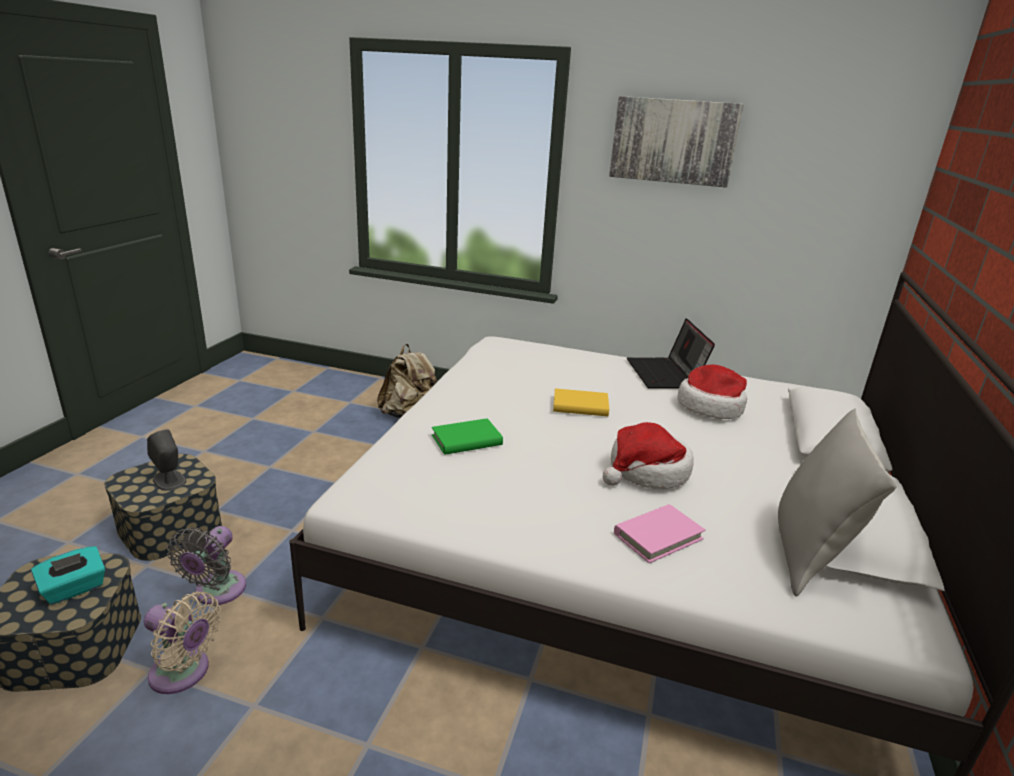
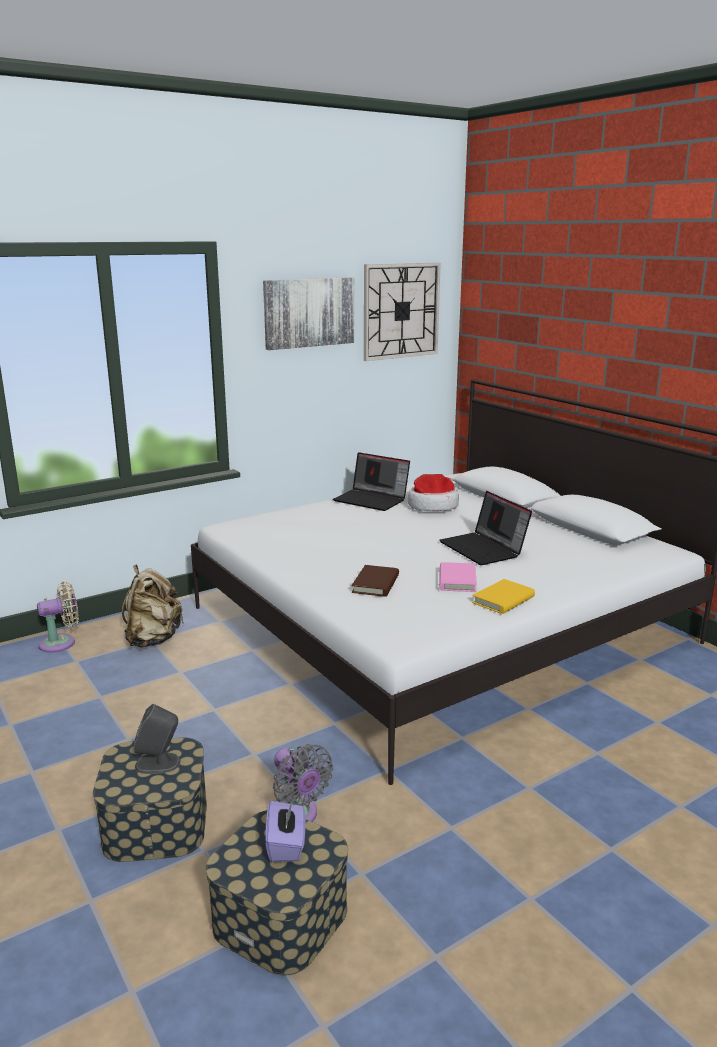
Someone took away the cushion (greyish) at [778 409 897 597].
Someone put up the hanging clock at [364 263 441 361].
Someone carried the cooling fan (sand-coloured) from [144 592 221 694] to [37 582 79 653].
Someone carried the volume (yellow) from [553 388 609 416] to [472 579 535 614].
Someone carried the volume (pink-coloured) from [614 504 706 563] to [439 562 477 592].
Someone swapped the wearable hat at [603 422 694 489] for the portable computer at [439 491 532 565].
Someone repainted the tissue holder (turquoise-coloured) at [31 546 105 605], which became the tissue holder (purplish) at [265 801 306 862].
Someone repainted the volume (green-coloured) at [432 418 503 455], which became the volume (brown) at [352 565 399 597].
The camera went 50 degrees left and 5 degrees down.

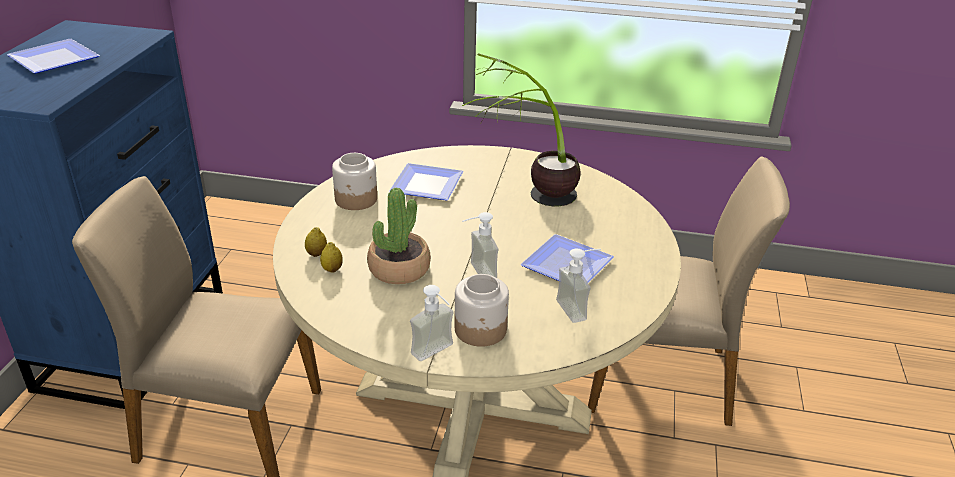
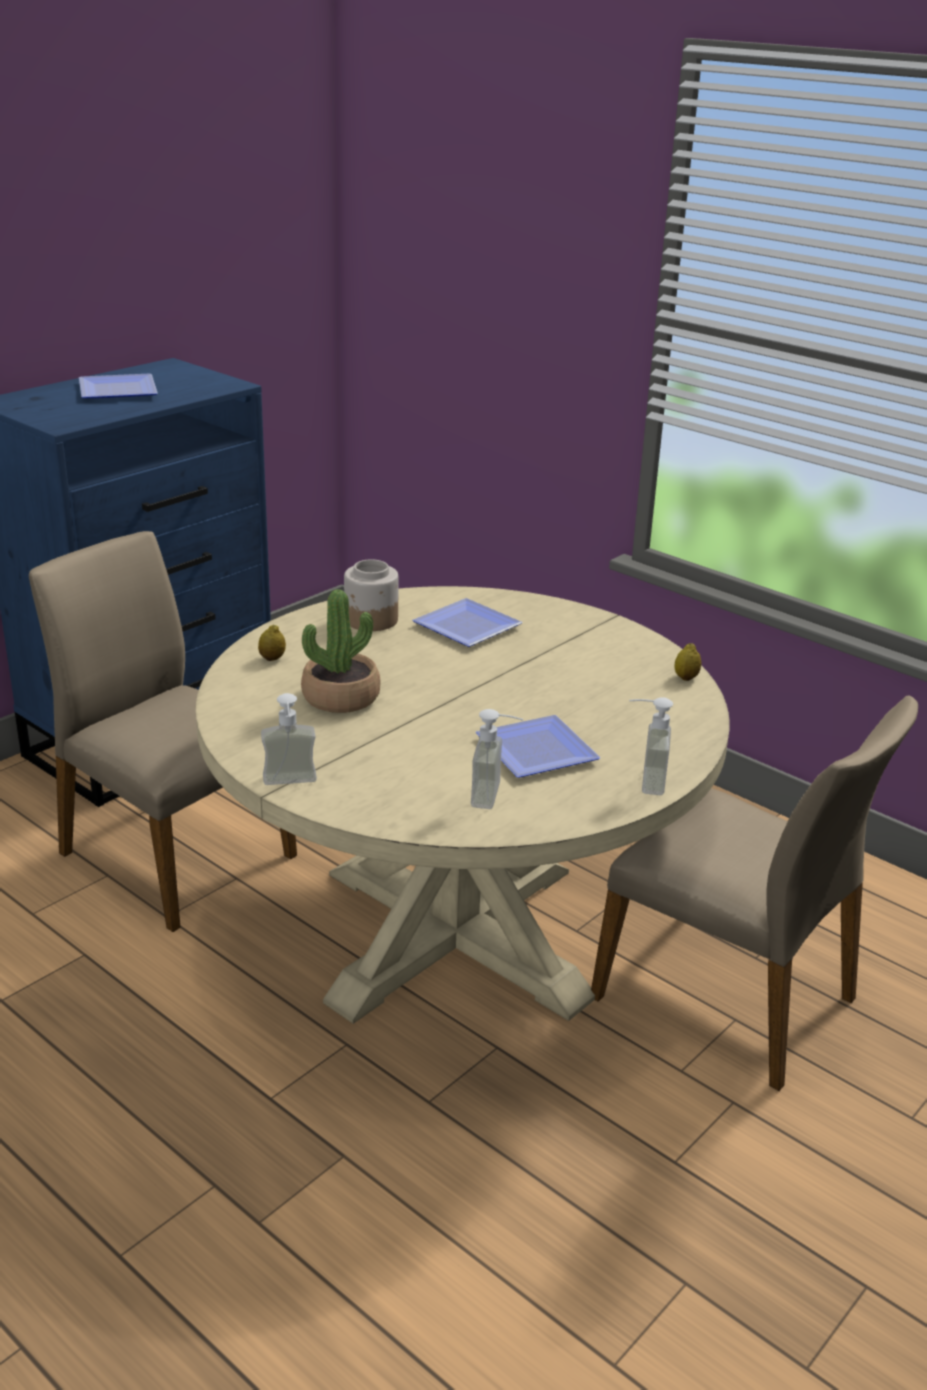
Someone took away the storage jar at [455 274 509 347].
Someone took away the plant in a pot at [462 53 581 206].
Someone carried the citrus fruit from [320 242 343 273] to [675 643 701 681].
Someone carried the soap bottle from [462 212 498 278] to [629 697 673 795].
The camera went 30 degrees right and 5 degrees down.

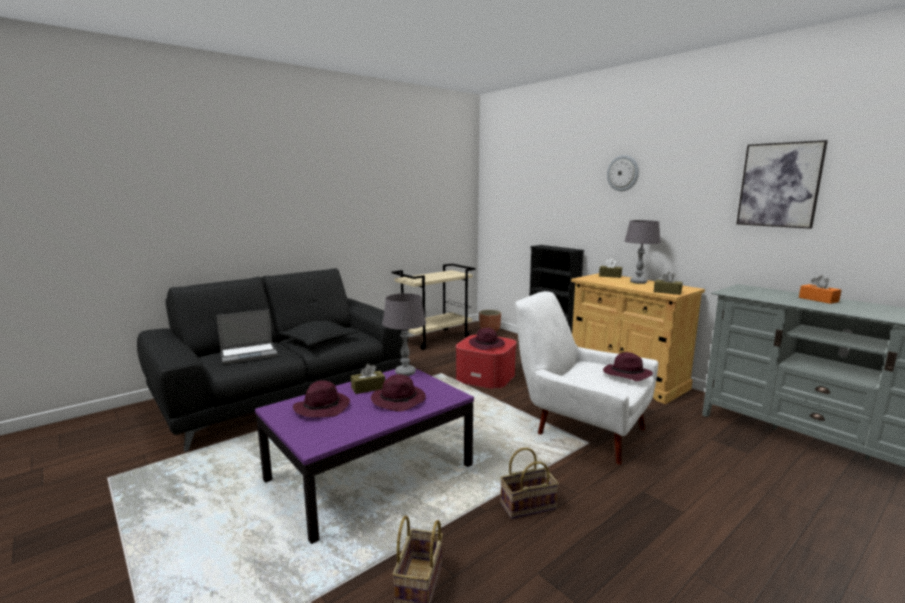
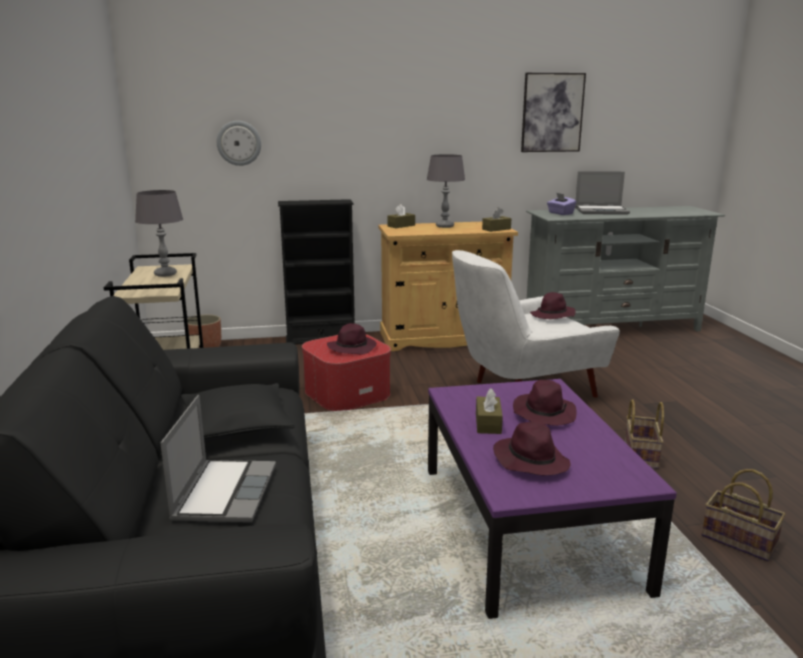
Someone put down the tissue holder (purplish) at [547 193 576 215].
Someone carried the tabletop lamp (greyish) from [382 293 426 376] to [135 190 183 277].
Someone carried the hanging clock from [607 155 639 191] to [217 121 261 166].
Someone swapped the tissue holder (orange) at [799 275 841 304] for the portable computer at [575 171 630 215].
The camera went 60 degrees left and 5 degrees up.

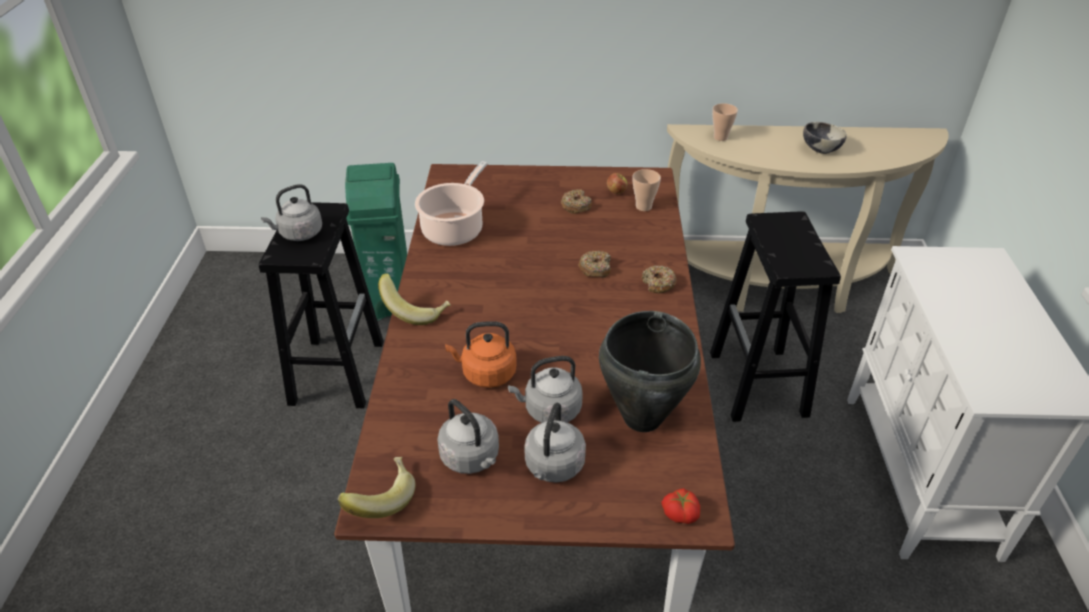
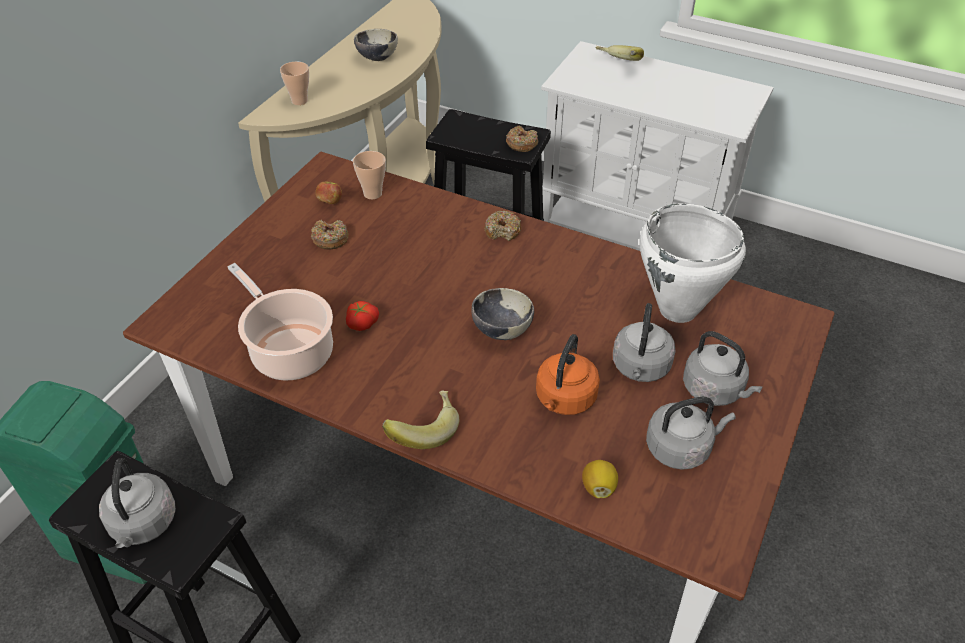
Someone put down the deep dish at [471 288 534 340].
Someone put down the citrus fruit at [582 460 618 498].
Someone carried the banana fruit from [338 457 416 518] to [595 45 644 61].
Someone carried the donut from [578 251 611 278] to [506 126 538 152].
Someone carried the fresh tomato from [661 488 700 524] to [346 301 379 331].
Someone repainted the saucepot (black) at [599 311 701 432], which became the saucepot (white) at [639 204 746 323].
The camera went 65 degrees left and 5 degrees up.

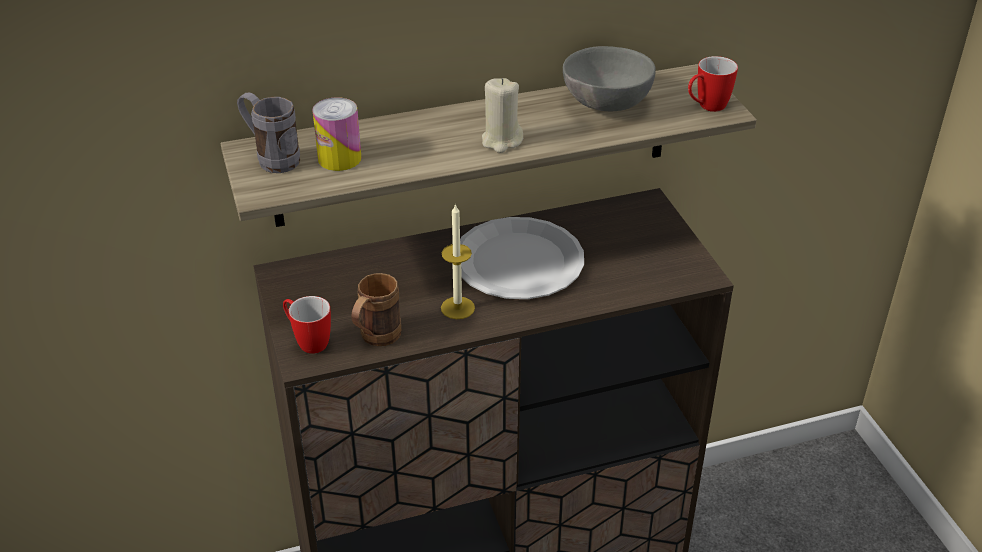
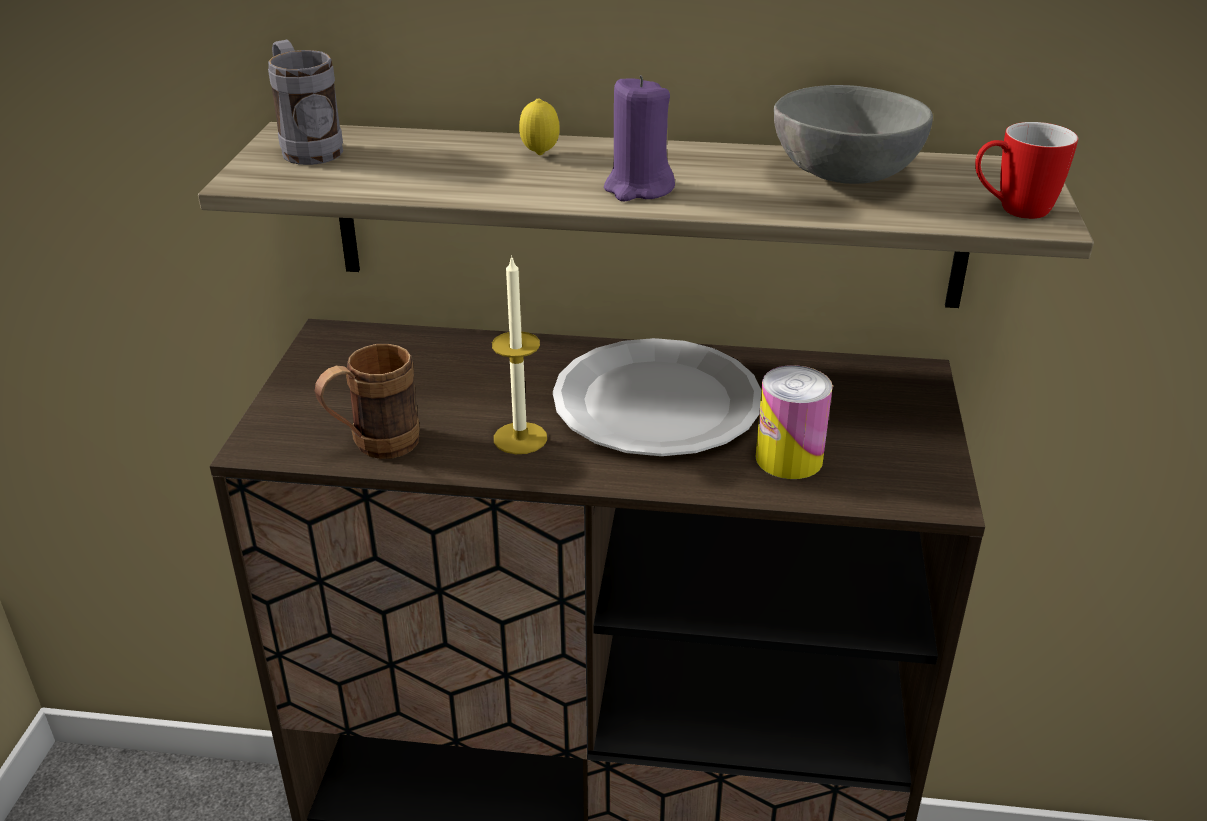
Someone took away the coffee mug at [283 296 331 354].
Someone put down the citrus fruit at [519 99 560 155].
Someone carried the can from [312 97 361 171] to [756 365 833 479].
Someone repainted the candle (sand-coloured) at [482 78 523 153], which became the candle (purplish) at [604 75 675 202].
The camera went 25 degrees right and 5 degrees down.

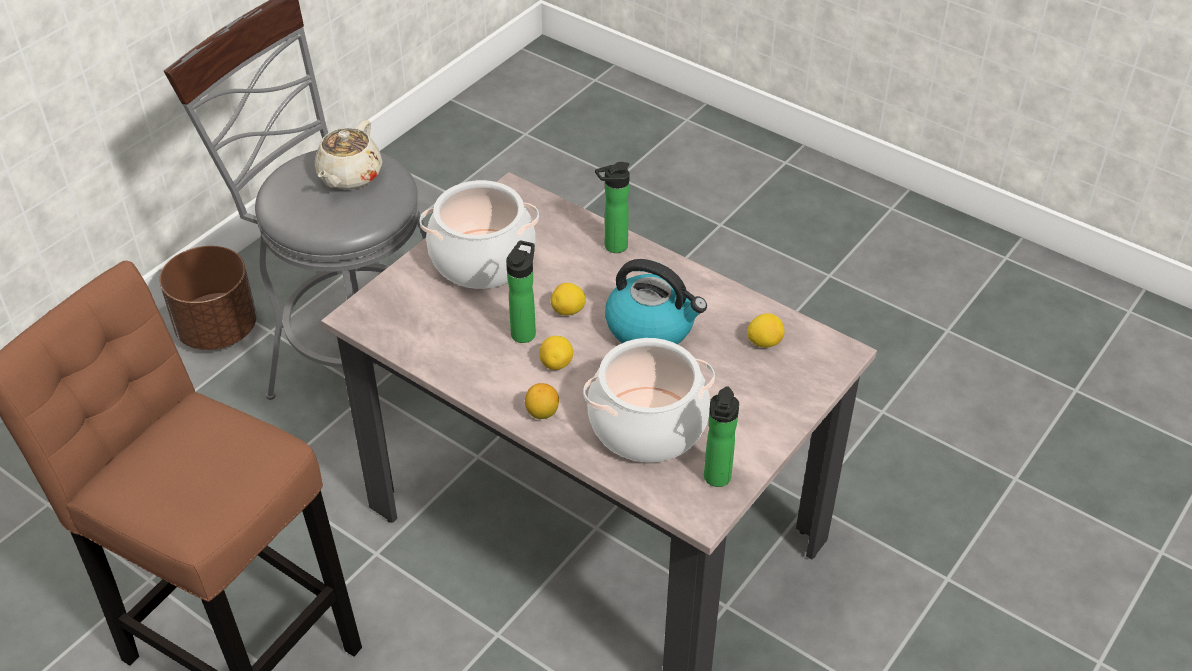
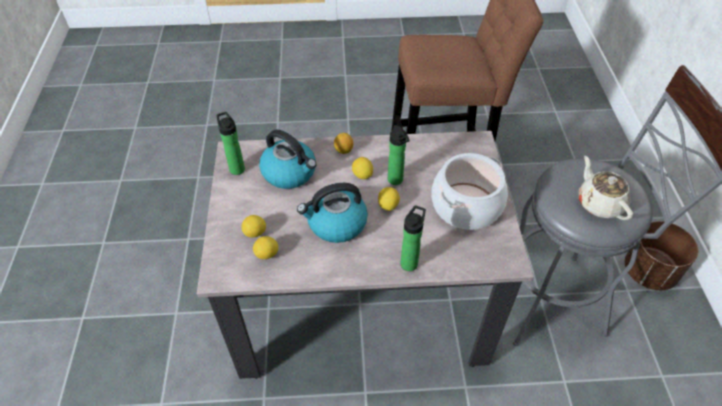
Someone put down the citrus fruit at [241 215 266 238].
Someone swapped the saucepot at [583 338 715 463] for the water kettle at [259 130 317 189].
The camera went 140 degrees right and 5 degrees up.

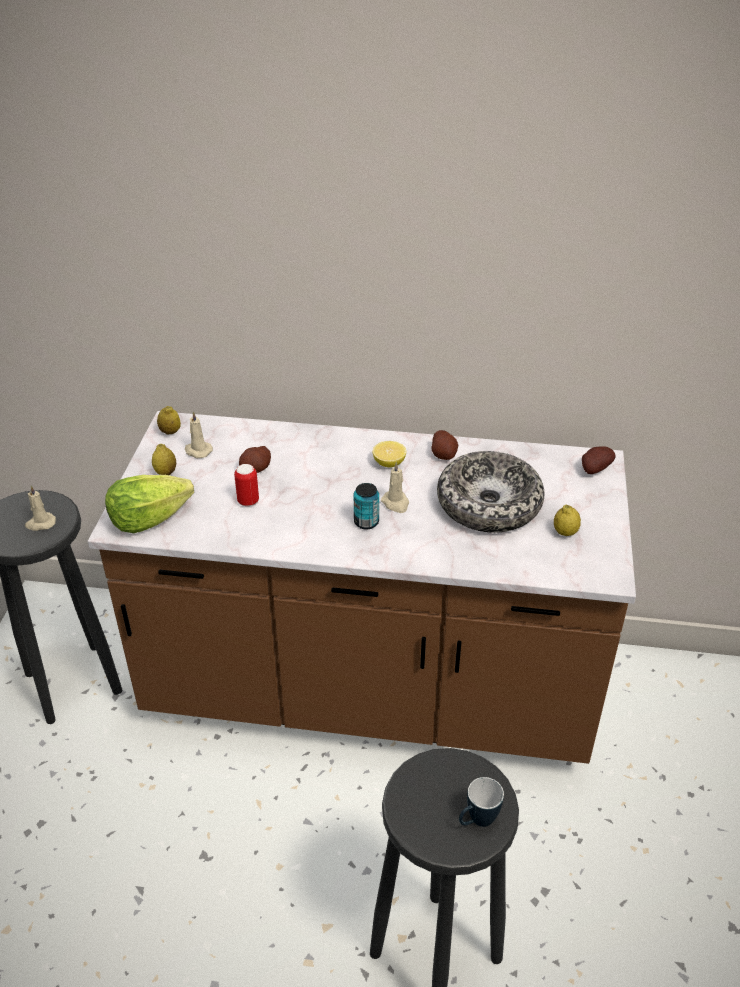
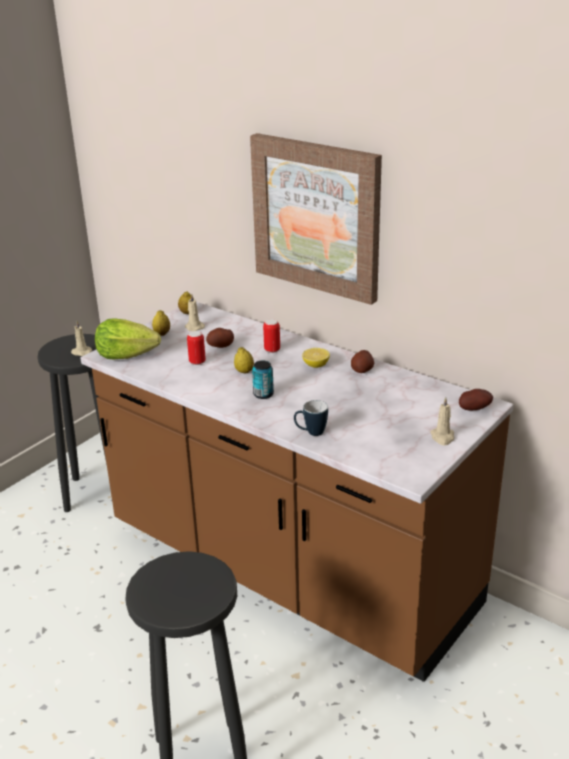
Someone took away the deep dish at [437 451 544 533].
Someone put up the wall art at [250 133 382 305].
Someone put down the can at [263 319 280 353].
Someone carried the candle (sand-coloured) from [381 462 409 513] to [430 397 454 445].
Someone carried the coffee mug from [459 777 504 827] to [294 400 328 436].
Someone carried the citrus fruit from [554 505 581 536] to [234 347 254 373].
The camera went 30 degrees right and 10 degrees down.

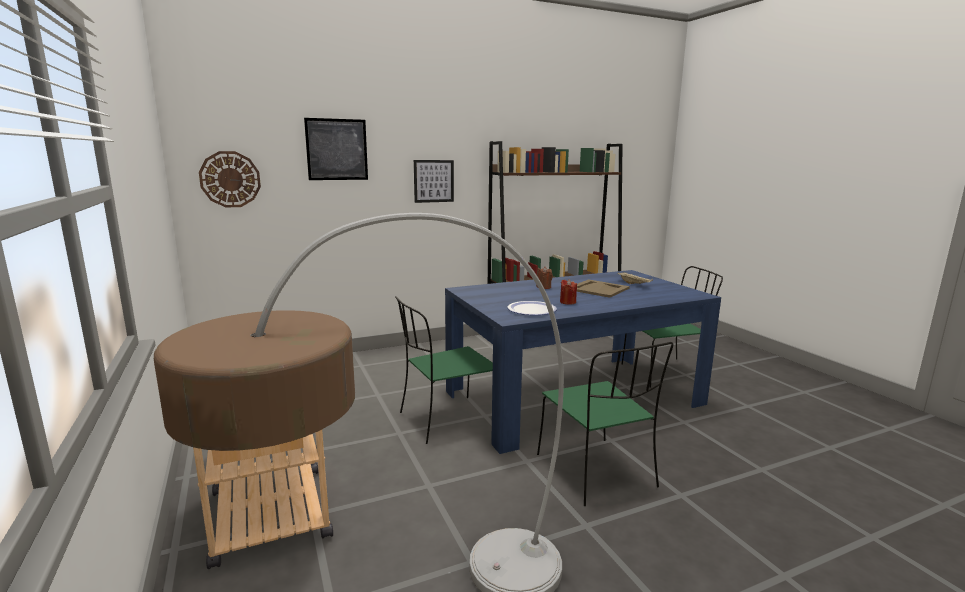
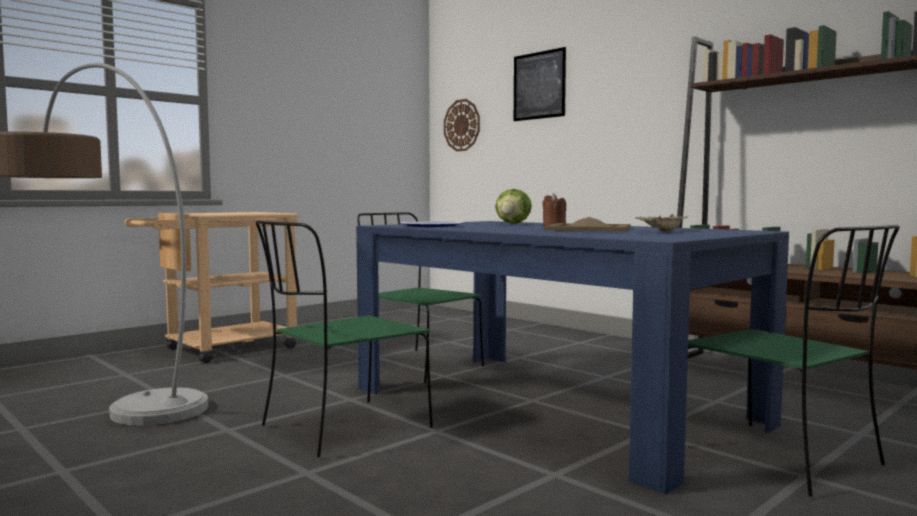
Someone took away the wall art at [414 160 454 203].
Someone took away the candle (reddish) at [560 279 577 305].
Someone put down the head of lettuce at [495 189 532 224].
The camera went 70 degrees right and 10 degrees down.

